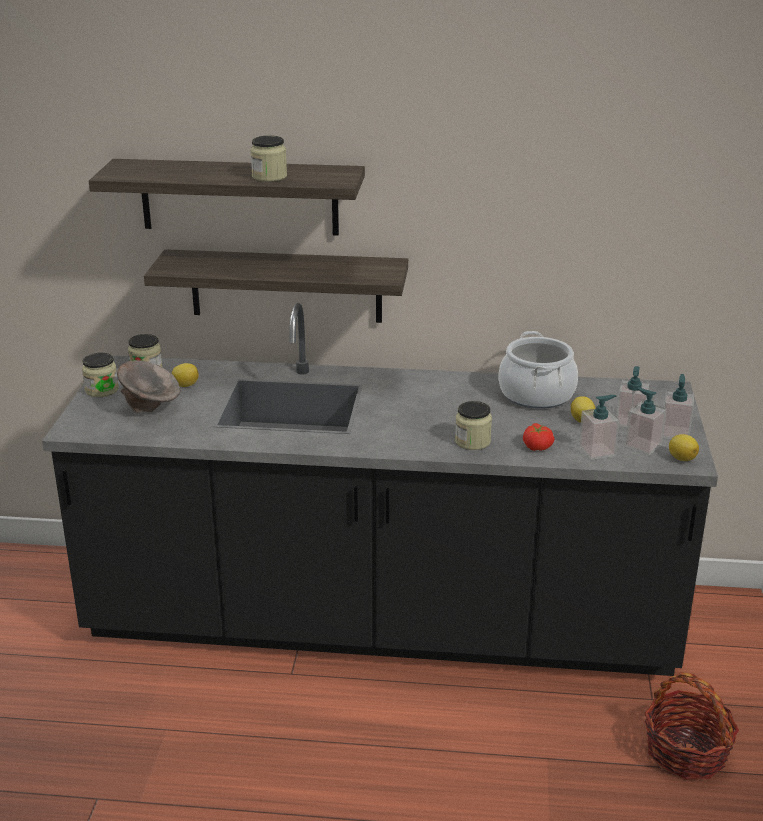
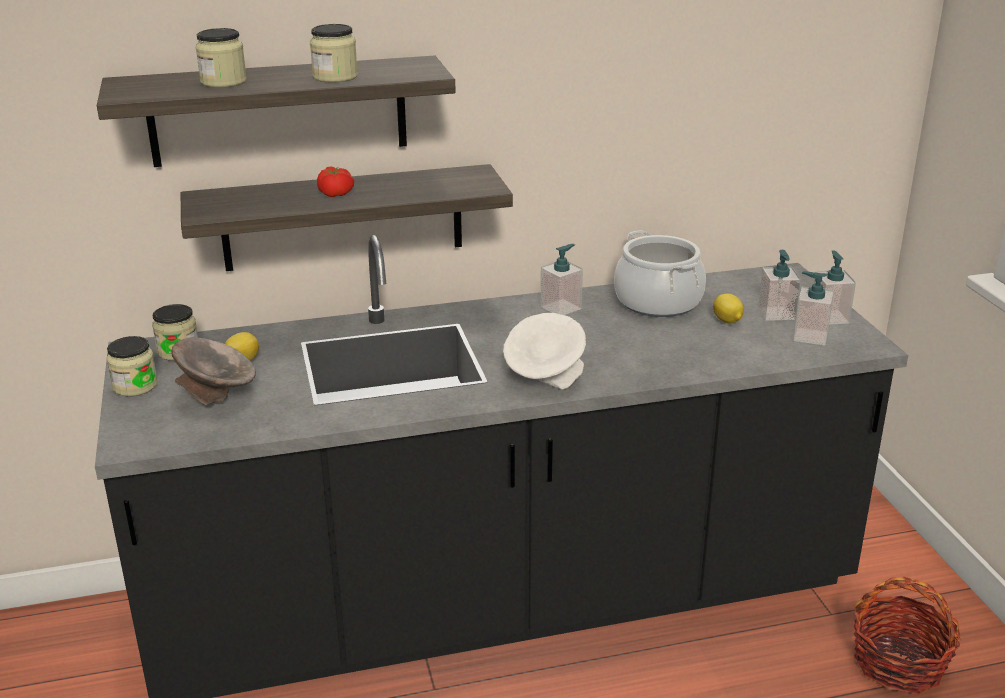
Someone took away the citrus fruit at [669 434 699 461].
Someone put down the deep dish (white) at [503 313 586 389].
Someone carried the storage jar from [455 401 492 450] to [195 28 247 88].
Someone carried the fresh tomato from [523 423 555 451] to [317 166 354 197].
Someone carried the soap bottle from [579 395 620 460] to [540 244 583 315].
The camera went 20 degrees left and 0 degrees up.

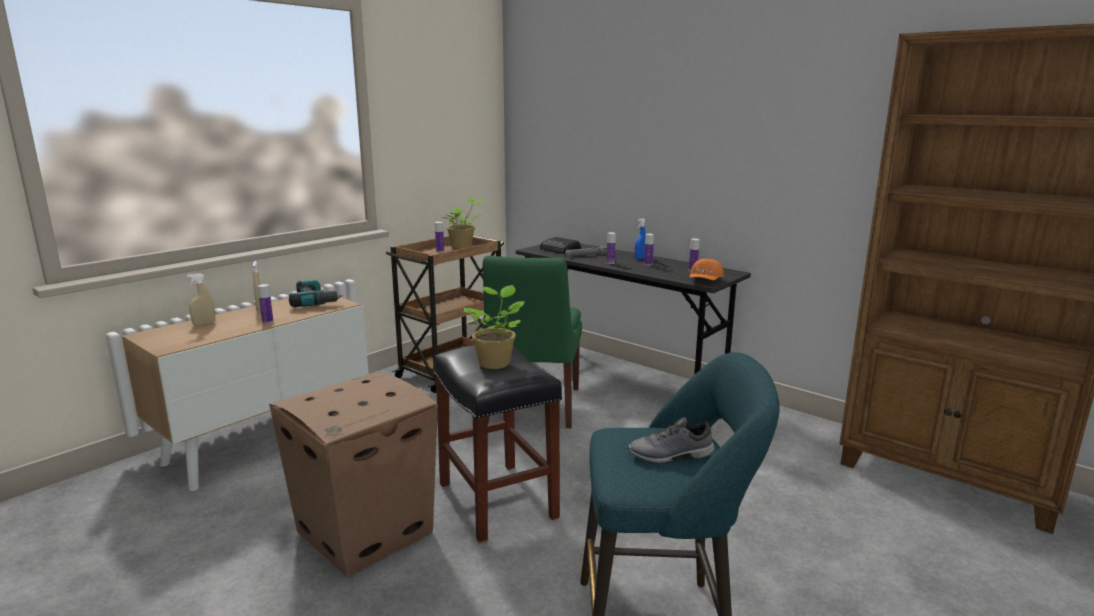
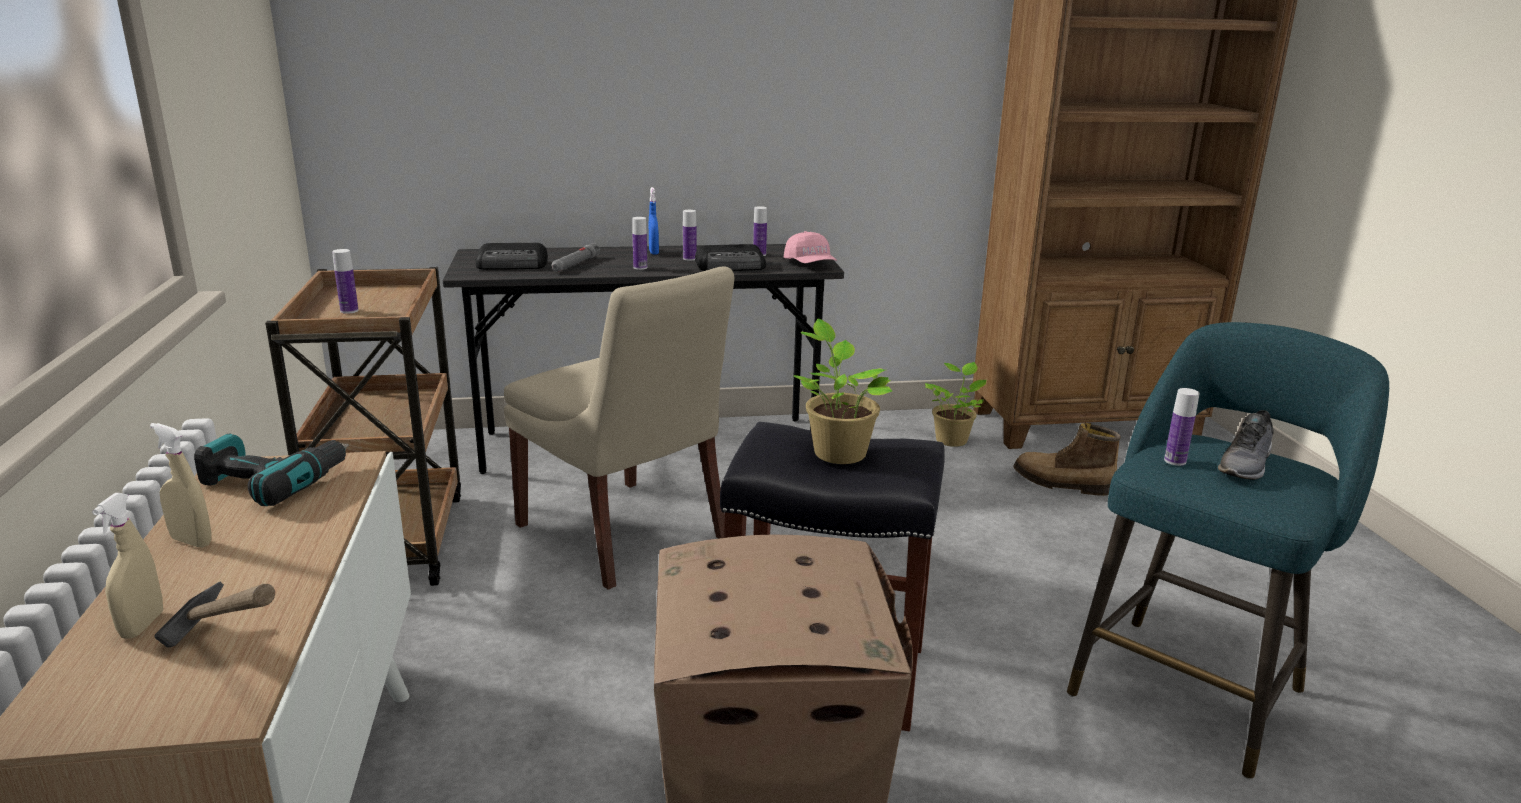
Someone put down the hand hammer at [154 582 275 648].
Someone put down the radio set at [695 244 766 271].
Someone put down the tall boot at [1013 423 1121 496].
Someone carried the drink bottle from [258 284 273 324] to [1164 388 1200 466].
Someone carried the plant in a pot from [441 197 484 249] to [924 362 987 447].
Someone repainted the plain chair (green-coloured) at [483 256 582 428], which became the plain chair (sand-coloured) at [504 266 734 590].
Someone repainted the cap (orange) at [690 258 724 281], which became the cap (pink-coloured) at [784 231 837 263].
The camera went 50 degrees left and 5 degrees up.

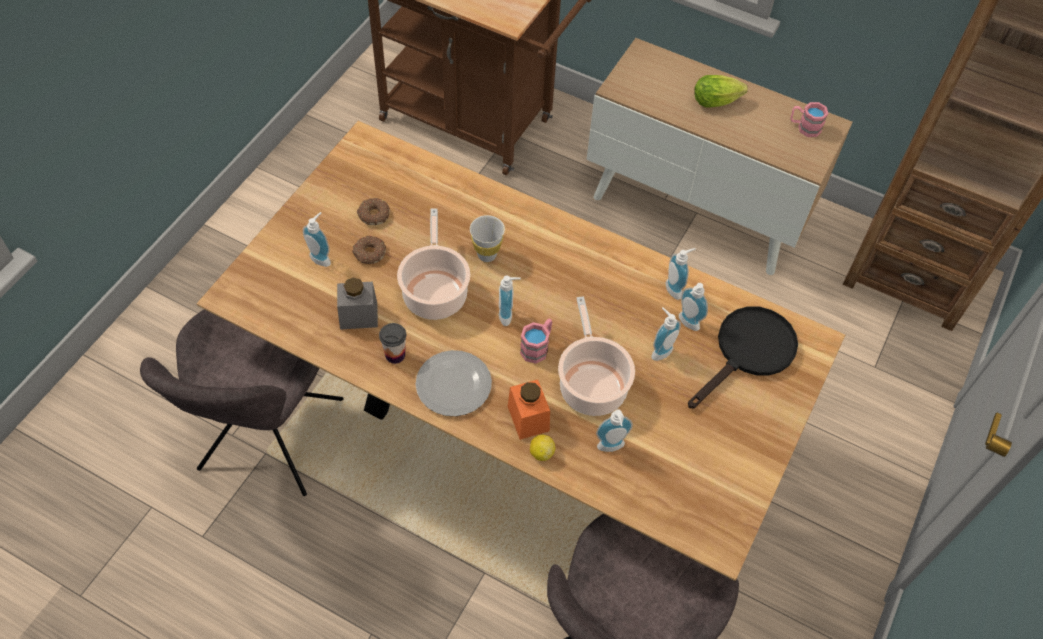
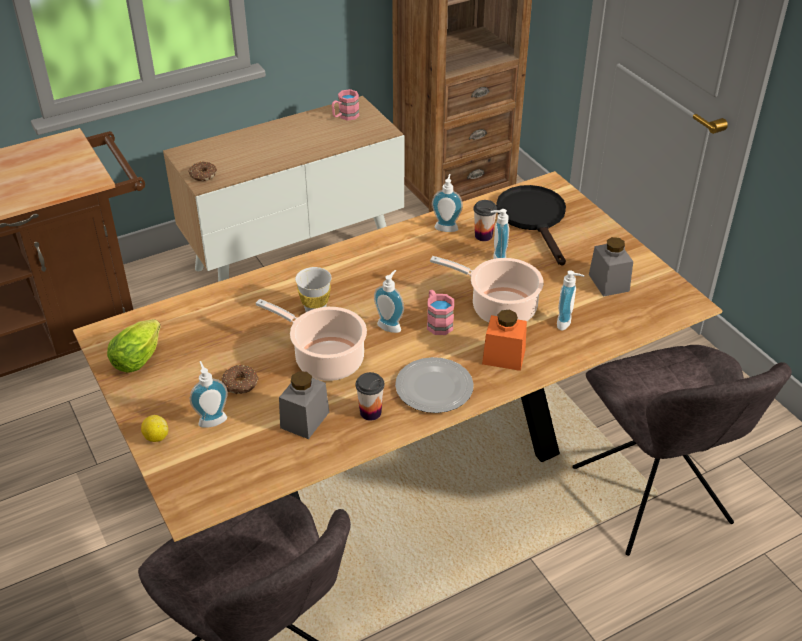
Someone put down the storage jar (greyish) at [589 237 633 297].
Someone carried the donut from [357 198 390 225] to [188 162 217 181].
Someone carried the citrus fruit from [530 435 555 461] to [141 415 168 442].
Someone carried the head of lettuce from [694 75 748 107] to [107 319 161 372].
Someone swapped the soap bottle at [679 283 708 331] for the drinking cup at [474 200 497 241].
The camera went 55 degrees left and 15 degrees down.

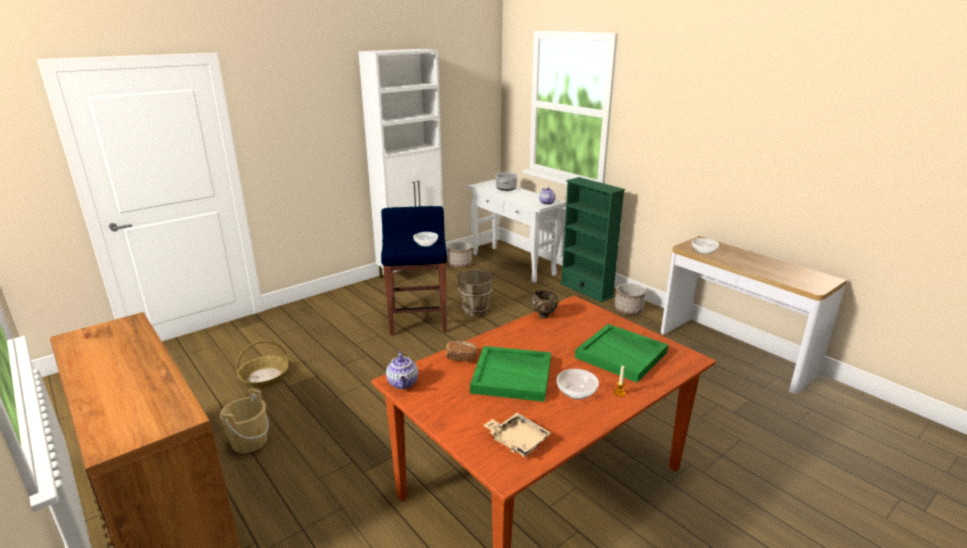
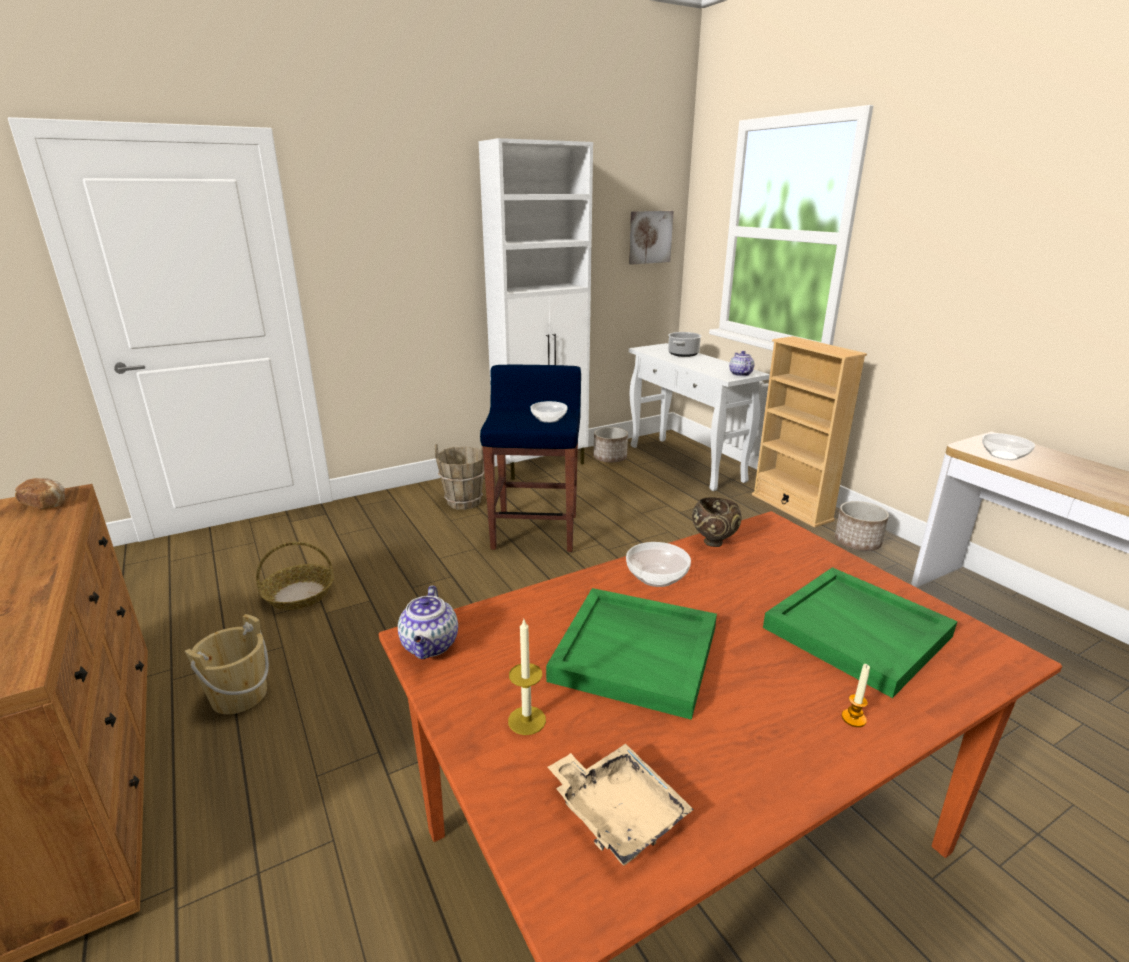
Someone put down the candle at [508 620 546 735].
Someone put up the wall art at [629 211 674 265].
Someone carried the bread from [446 341 477 362] to [15 478 65 509].
Someone carried the bucket (brown) from [457 269 493 317] to [435 444 485 510].
Someone carried the deep dish from [557 369 599 400] to [626 542 691 587].
Someone repainted the shelving unit (green-coloured) at [560 177 625 302], which became the shelving unit (sand-coloured) at [752 336 867 528].
The camera went 10 degrees right and 0 degrees up.

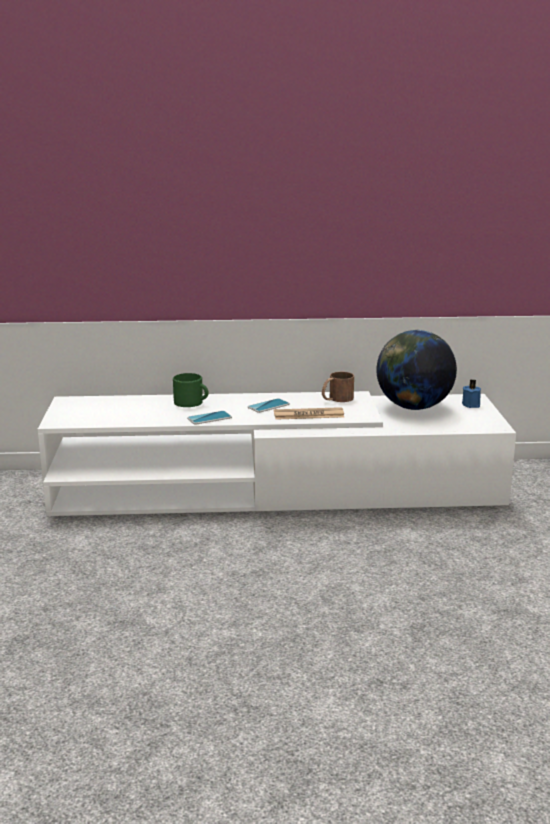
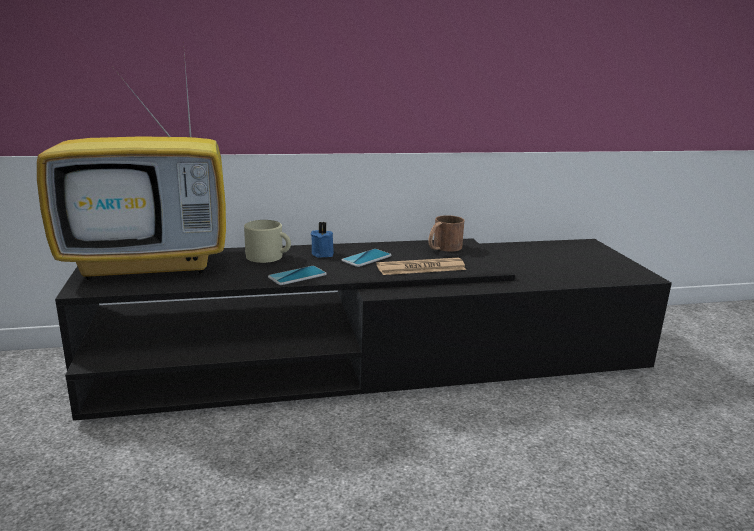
Someone took away the world globe at [377 329 457 410].
Someone put down the TV at [37 41 226 280].
Someone carried the candle (bluish) from [462 380 481 408] to [310 222 334 258].
Someone repainted the tv unit (white) at [38 391 516 516], which became the tv unit (black) at [55 238 672 421].
Someone repainted the coffee mug (green-coloured) at [173 373 209 407], which became the coffee mug (sand-coloured) at [244 220 291 263].
The camera went 10 degrees left and 0 degrees up.

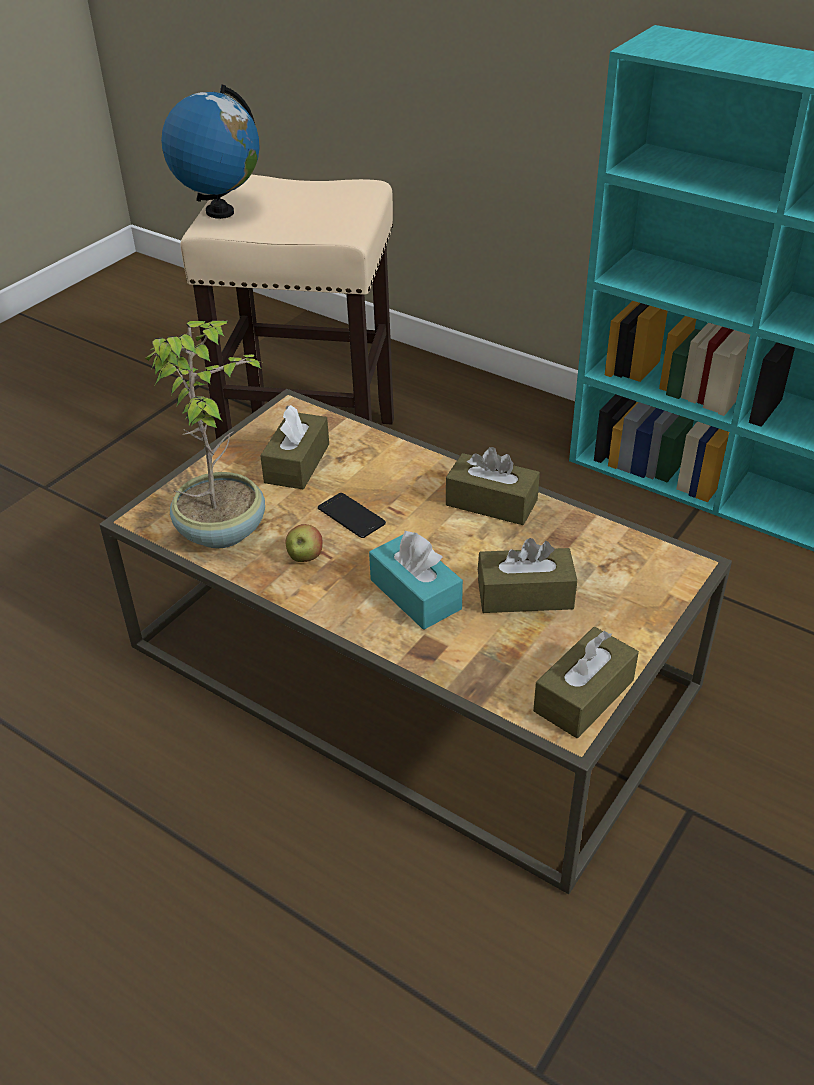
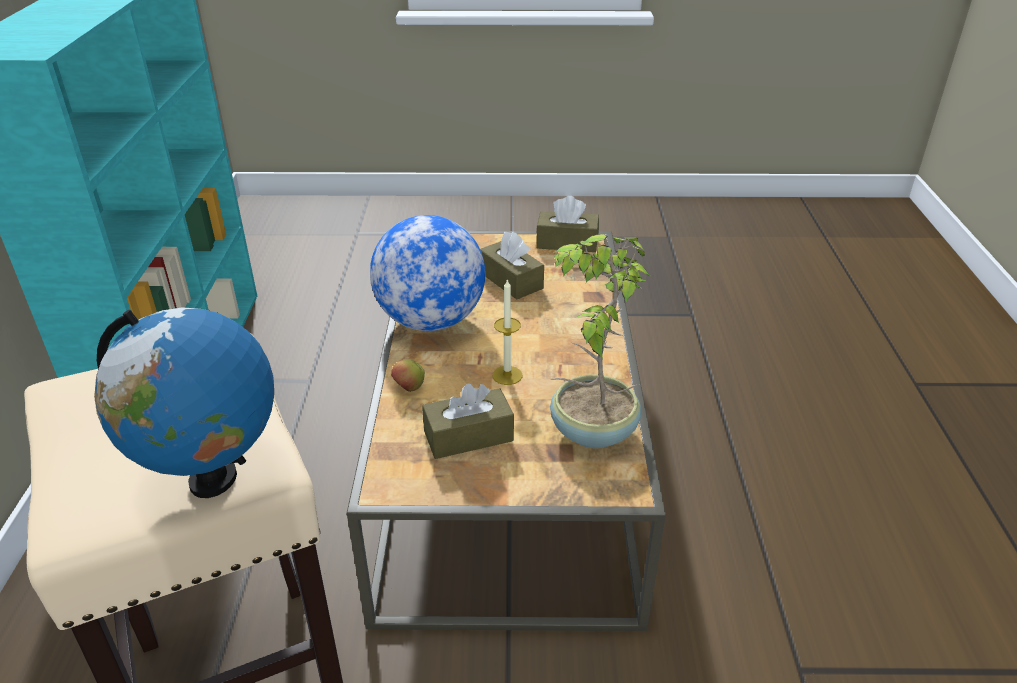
Someone took away the tissue holder (turquoise-coloured) at [369 531 463 630].
Someone carried the whole apple from [286 524 323 562] to [391 359 425 392].
Someone swapped the phone at [318 493 386 538] for the candle at [493 279 522 385].
Someone swapped the tissue holder (brown) at [446 447 540 525] for the world globe at [370 215 485 331].
The camera went 125 degrees left and 5 degrees down.

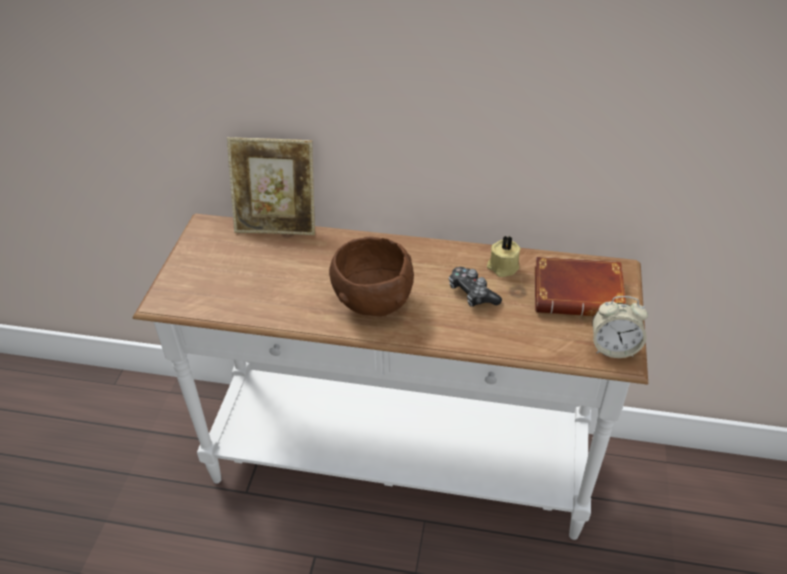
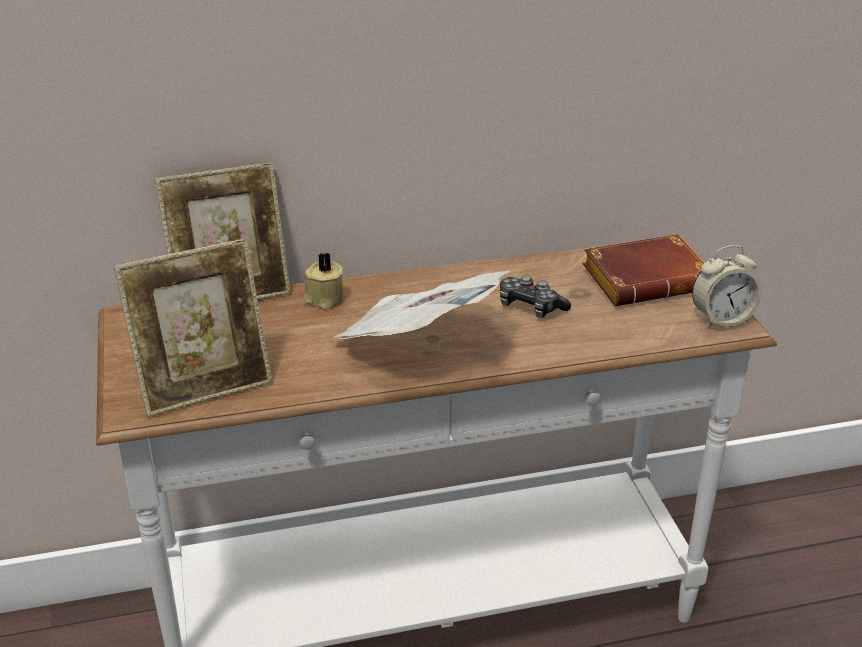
Someone put down the photo frame at [114 239 273 417].
Someone carried the candle (sand-coloured) from [487 236 521 277] to [304 252 346 309].
Someone swapped the deep dish (brown) at [329 236 414 316] for the printed paper at [333 271 510 339].
The camera went 25 degrees left and 10 degrees down.

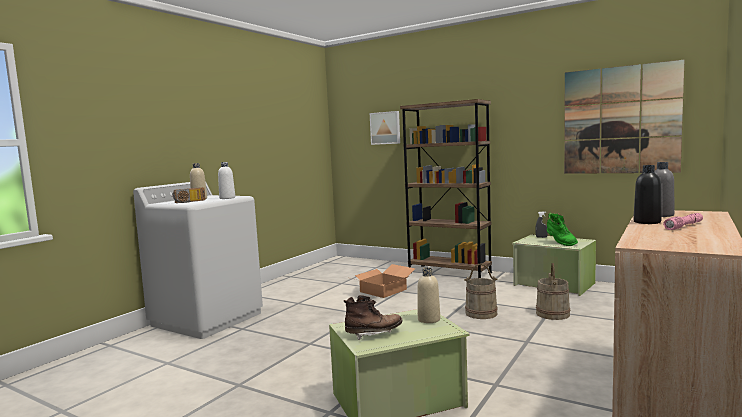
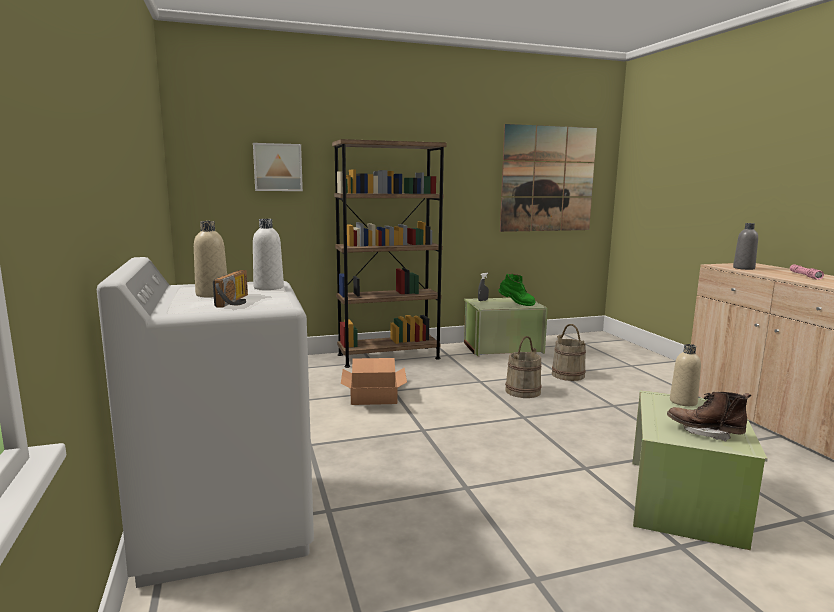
Someone took away the drink bottle (black) at [633 165 662 224].
Someone rotated the tall boot (brown) at [344 295 402 340] by 90 degrees counterclockwise.
The camera went 50 degrees left and 5 degrees up.

